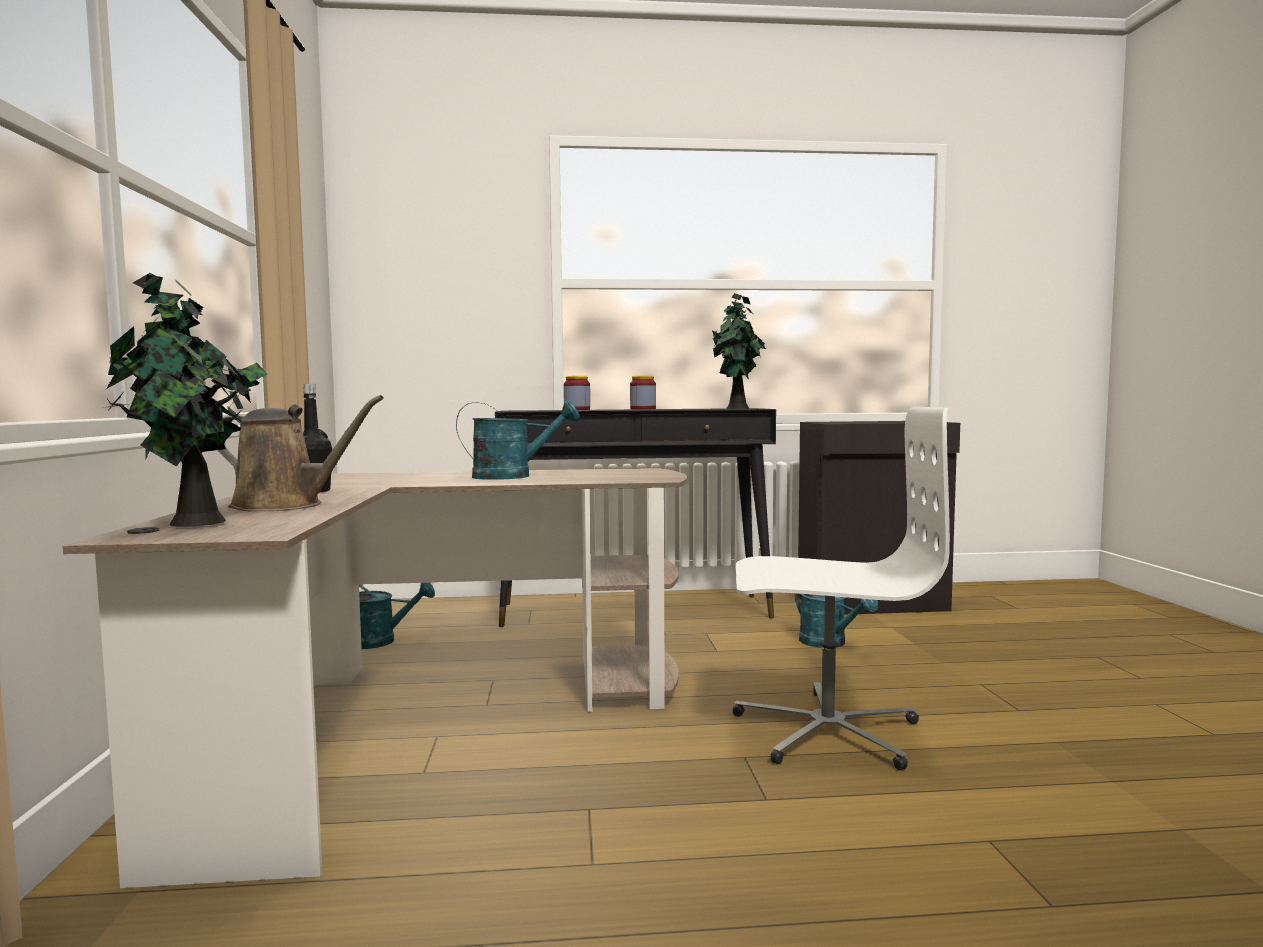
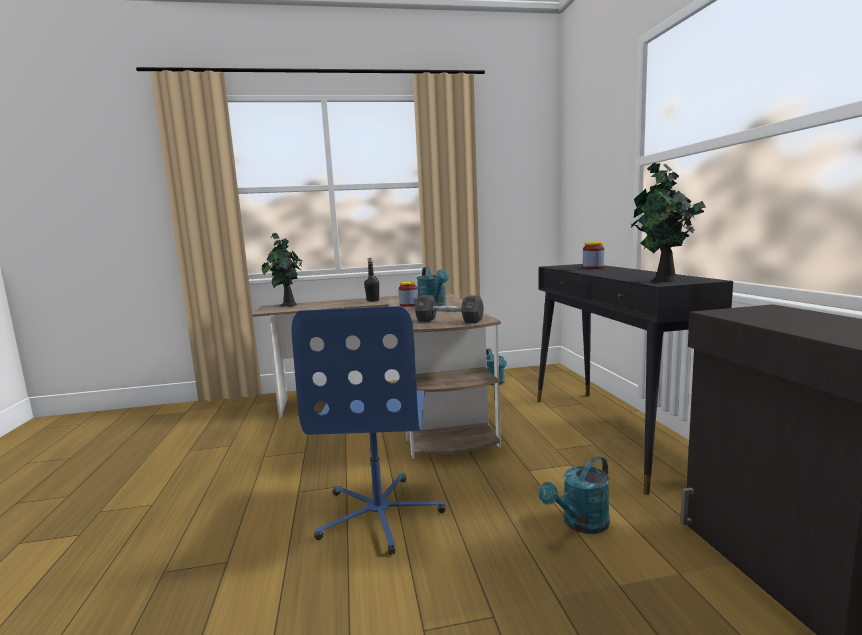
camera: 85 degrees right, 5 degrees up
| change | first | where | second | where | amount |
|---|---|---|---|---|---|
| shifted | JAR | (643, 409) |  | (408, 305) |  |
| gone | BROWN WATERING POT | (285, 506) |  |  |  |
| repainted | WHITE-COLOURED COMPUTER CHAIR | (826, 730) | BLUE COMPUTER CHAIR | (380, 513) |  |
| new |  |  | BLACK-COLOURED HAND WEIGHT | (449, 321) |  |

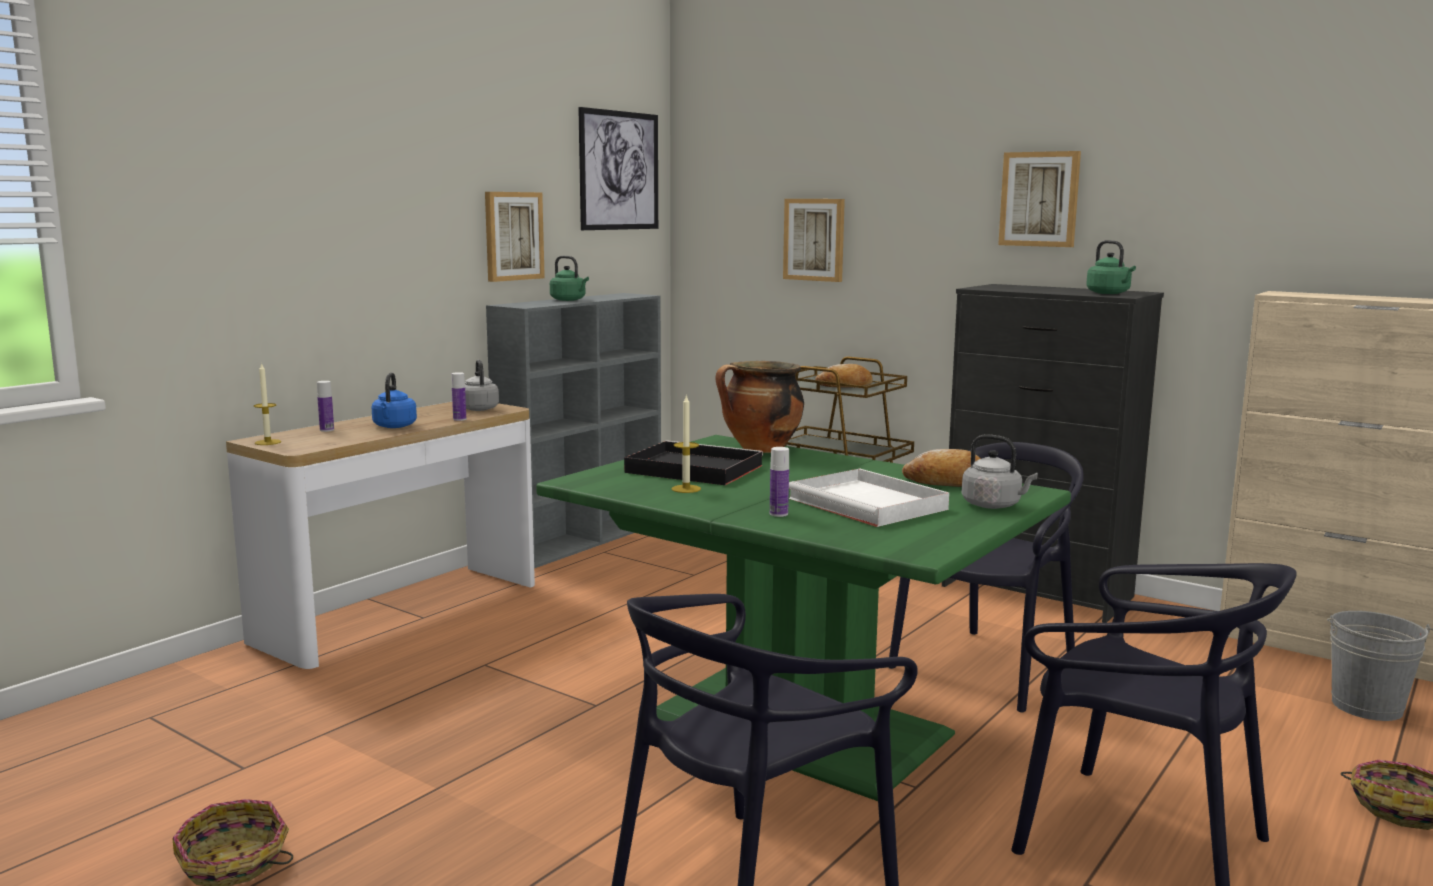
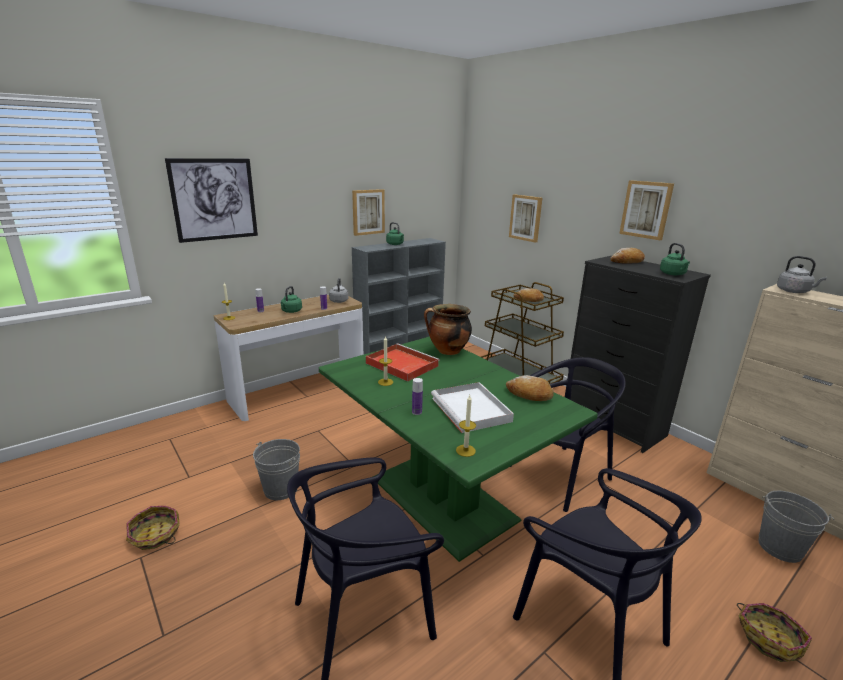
camera: 15 degrees right, 10 degrees up
| change | first | where | second | where | amount |
|---|---|---|---|---|---|
| shifted | PICTURE | (619, 170) |  | (214, 199) |  |
| repainted | BLUE TEA KETTLE | (394, 426) | GREENISH TEA KETTLE | (291, 311) |  |
| shifted | GREYISH TEA KETTLE | (994, 505) |  | (794, 291) |  |
| repainted | BLACK-COLOURED CARRYING TRAY | (691, 469) | RED CARRYING TRAY | (400, 364) |  |
| new |  |  | BAKED BREAD | (627, 262) |  |
| new |  |  | WAX LIGHT | (465, 450) |  |
| new |  |  | GREYISH PAIL | (280, 489) |  |

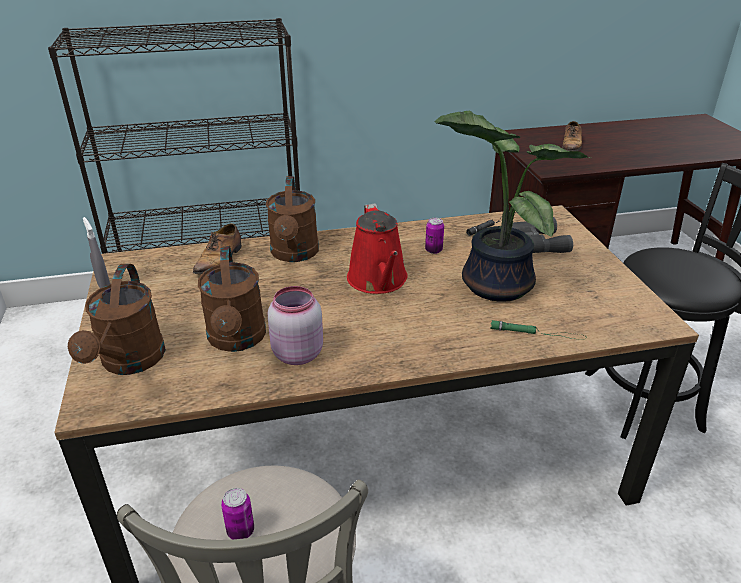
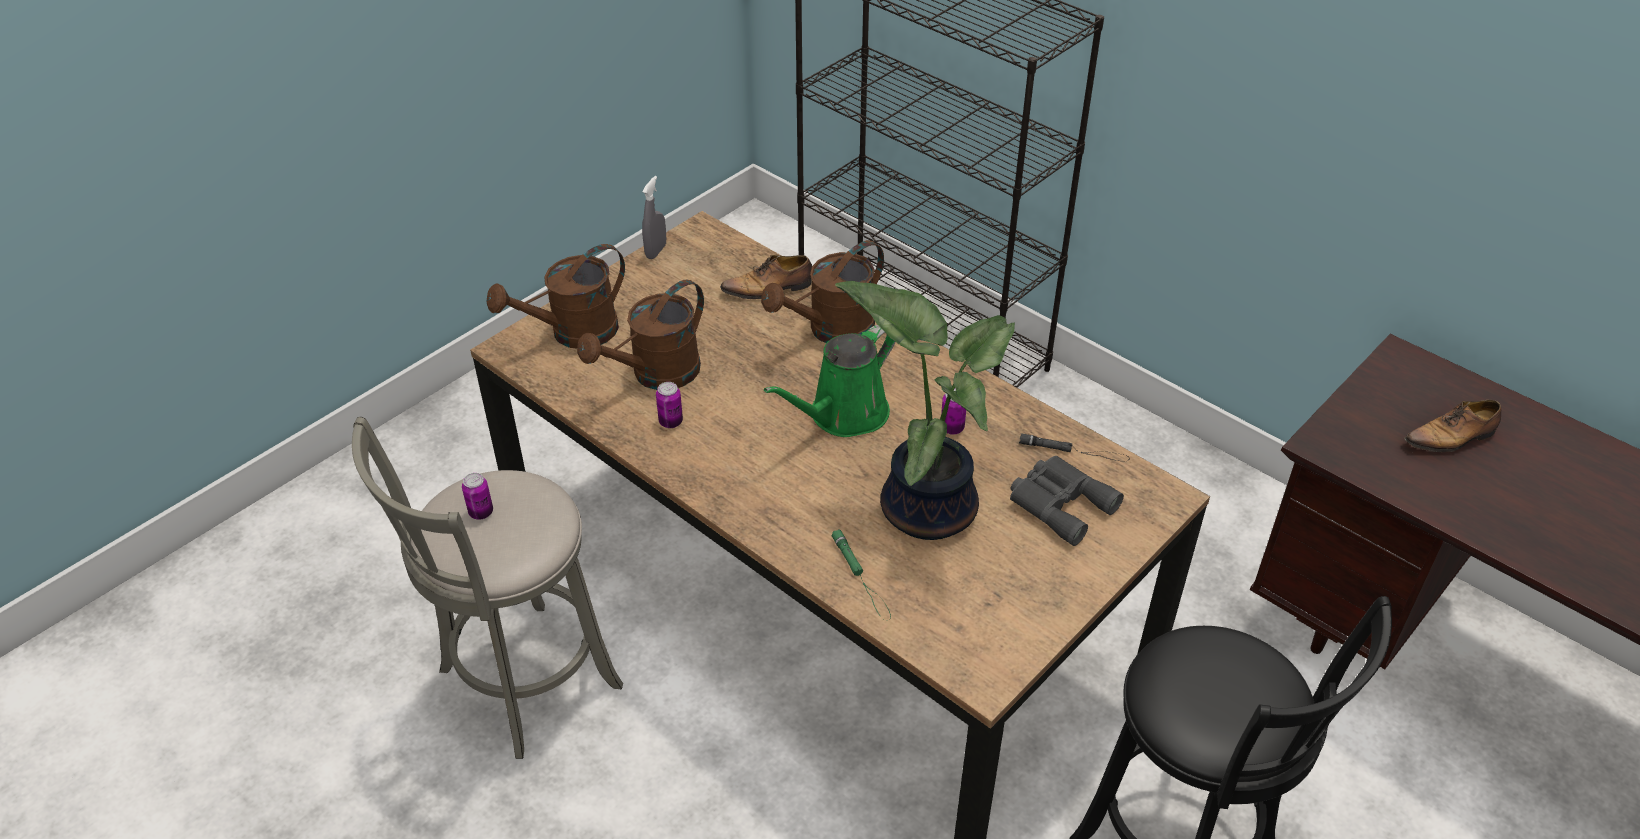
camera: 55 degrees right, 10 degrees up
| change | first | where | second | where | amount |
|---|---|---|---|---|---|
| repainted | RED WATERING POT | (378, 281) | GREENISH WATERING POT | (843, 415) |  |
| swapped | PINK JAR | (296, 353) | CAN | (671, 422) |  |

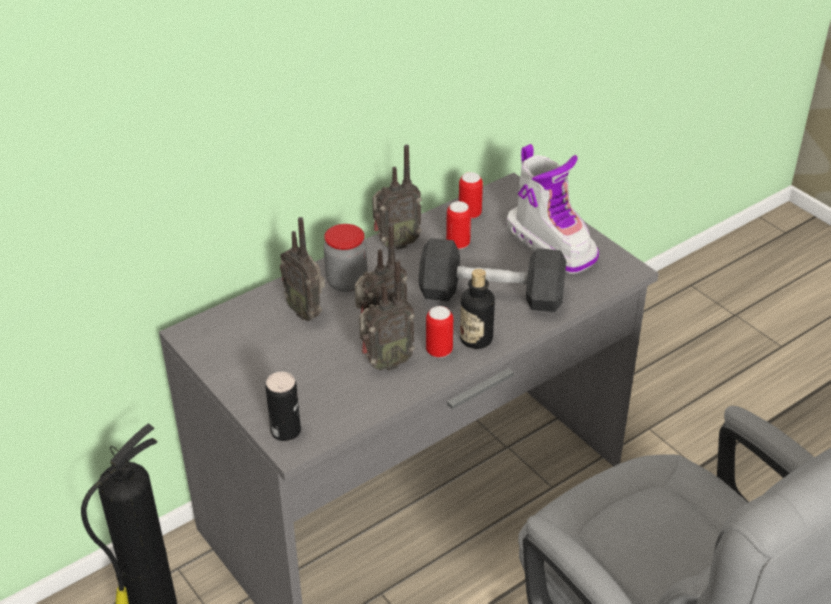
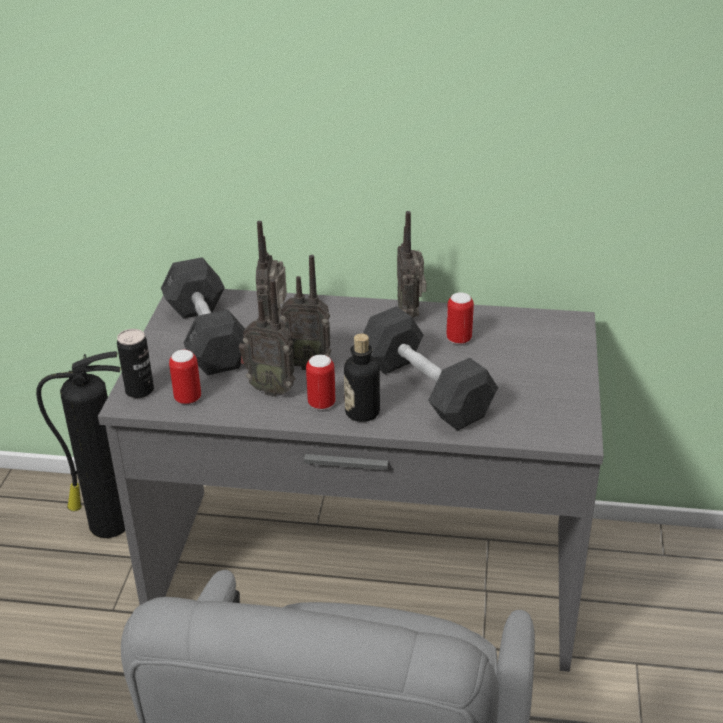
camera: 45 degrees right, 5 degrees down
| change | first | where | second | where | amount |
|---|---|---|---|---|---|
| gone | TALL BOOT | (551, 243) |  |  |  |
| rotated | RADIO RECEIVER | (395, 243) |  | (410, 314) | 60 degrees clockwise |
| shifted | CAN | (470, 214) |  | (188, 398) |  |
| gone | JAR | (346, 282) |  |  |  |
| new |  |  | GREYISH HAND WEIGHT | (207, 336) |  |

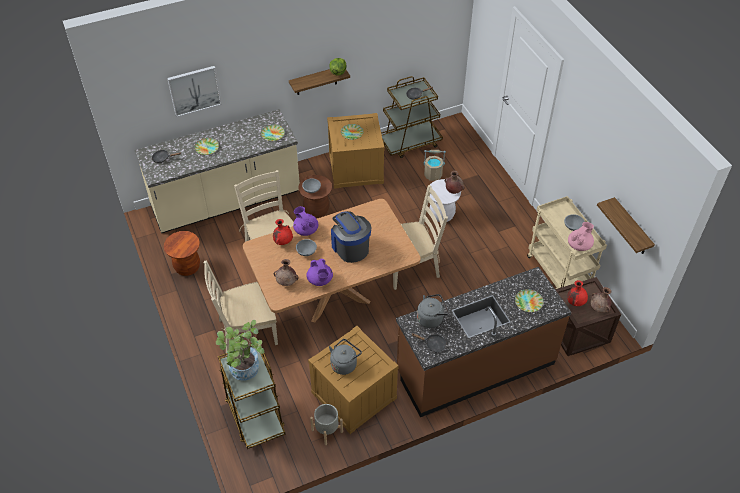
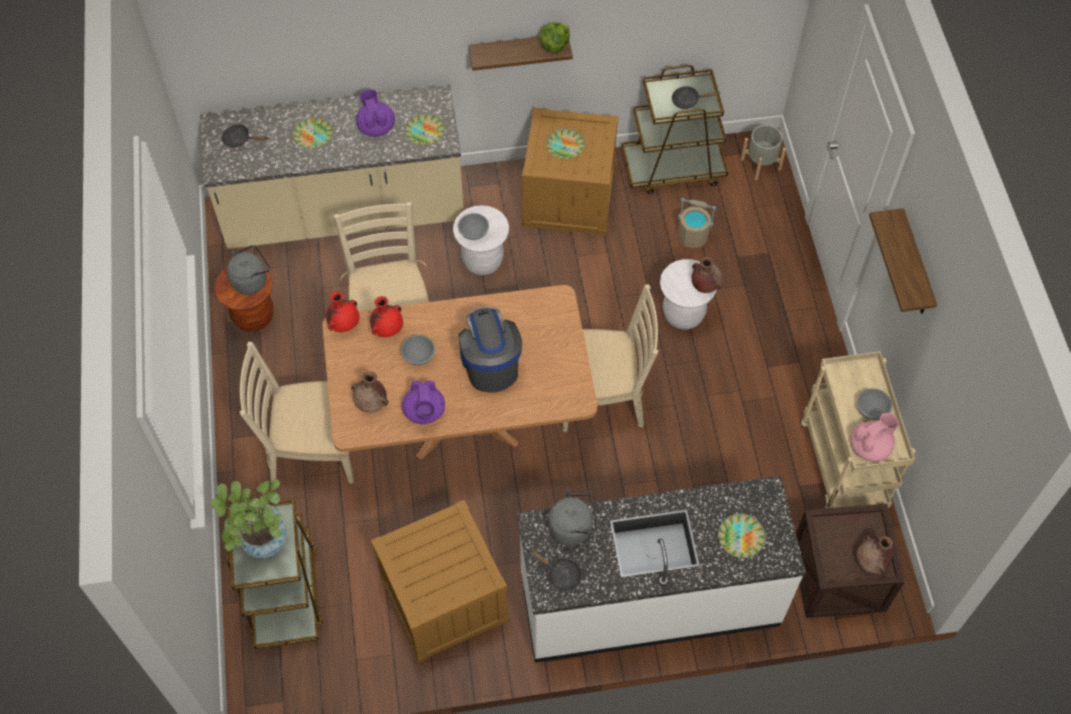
camera: 15 degrees right, 10 degrees up
| change | first | where | second | where | amount |
|---|---|---|---|---|---|
| gone | PICTURE | (194, 90) |  |  |  |
| repainted | BROWN SITTING STOOL | (316, 210) | WHITE-COLOURED SITTING STOOL | (482, 260) |  |
| shifted | WALL SHELF | (631, 228) |  | (915, 267) |  |
| shifted | PURPLE-COLOURED TEAPOT | (306, 230) |  | (376, 127) |  |
| repainted | BROWN COUNTER | (475, 367) | WHITE-COLOURED COUNTER | (648, 599) |  |
| shifted | RED FLOWER VASE | (575, 302) |  | (344, 324) |  |
| shifted | GREYISH TEA KETTLE | (344, 364) |  | (251, 280) |  |
| shifted | GREYISH PLANTER | (327, 430) |  | (760, 164) |  |

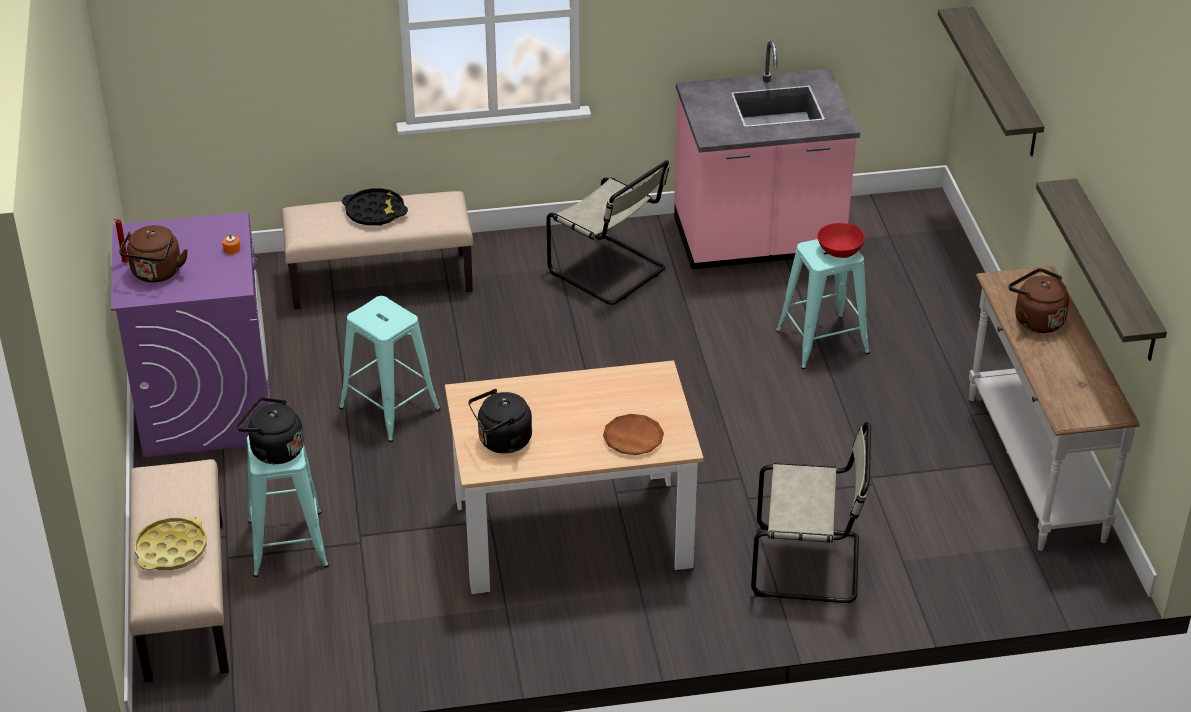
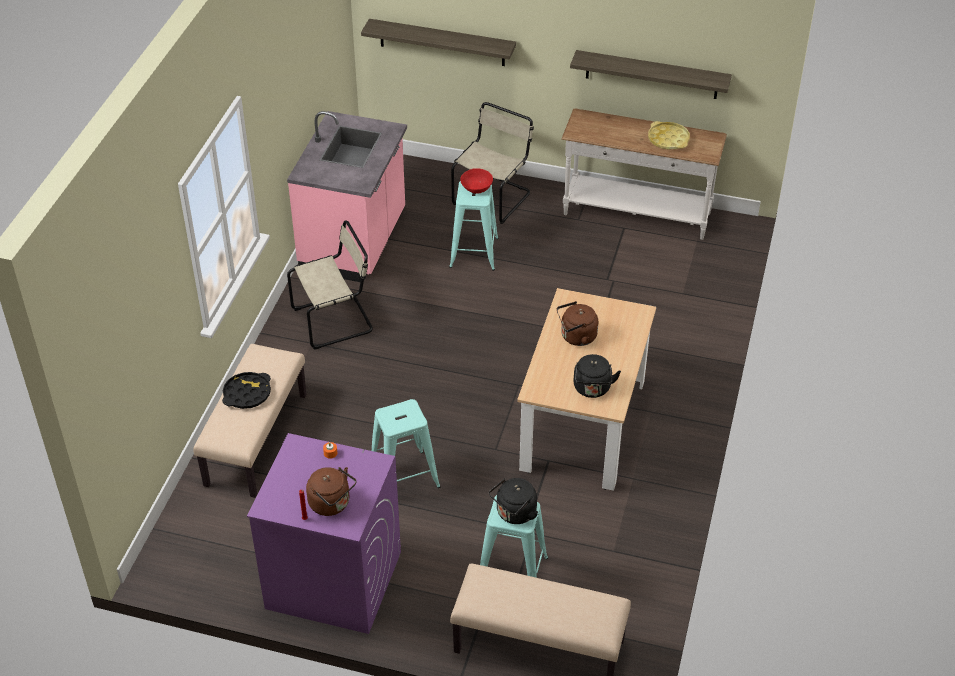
camera: 65 degrees left, 5 degrees up
| change | first | where | second | where | amount |
|---|---|---|---|---|---|
| shifted | BROWN TEA KETTLE | (1035, 320) |  | (576, 337) |  |
| gone | BROWN DINNER PLATE | (633, 438) |  |  |  |
| shifted | SAND-COLOURED PLAIN CHAIR | (810, 565) |  | (493, 197) |  |
| shifted | YELLOW CARRYING TRAY | (171, 549) |  | (668, 139) |  |

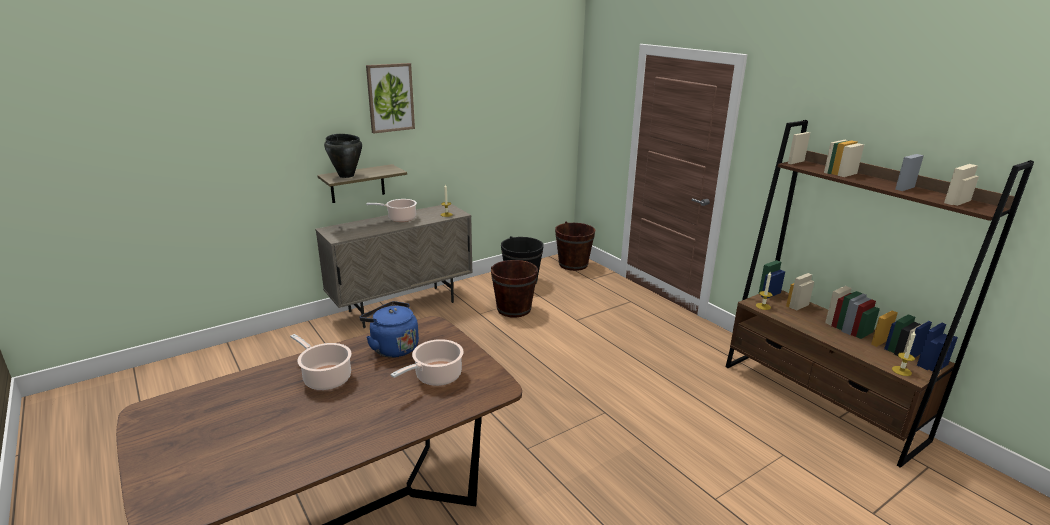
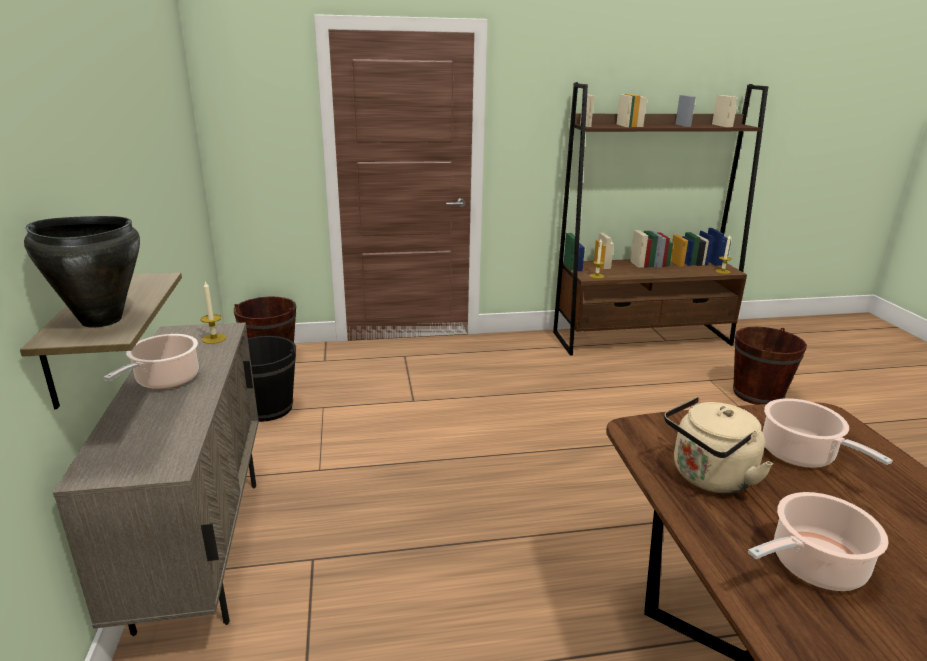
camera: 65 degrees left, 0 degrees up
| change | first | where | second | where | amount |
|---|---|---|---|---|---|
| gone | PICTURE | (390, 97) |  |  |  |
| shifted | BROWN PAIL | (514, 309) |  | (757, 394) |  |
| repainted | BLUE TEA KETTLE | (392, 348) | SAND-COLOURED TEA KETTLE | (708, 478) |  |

